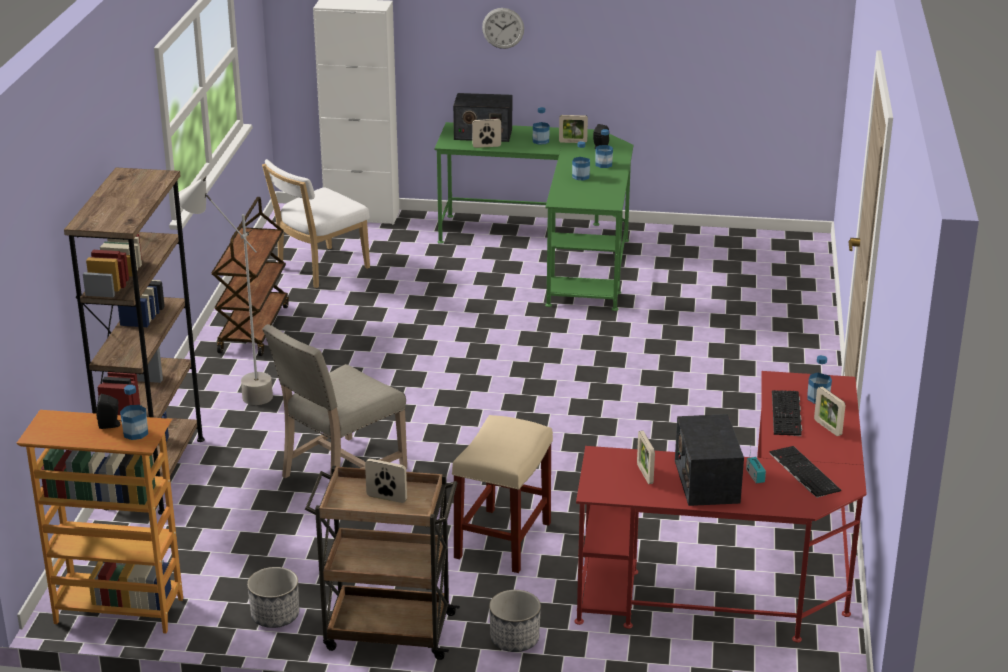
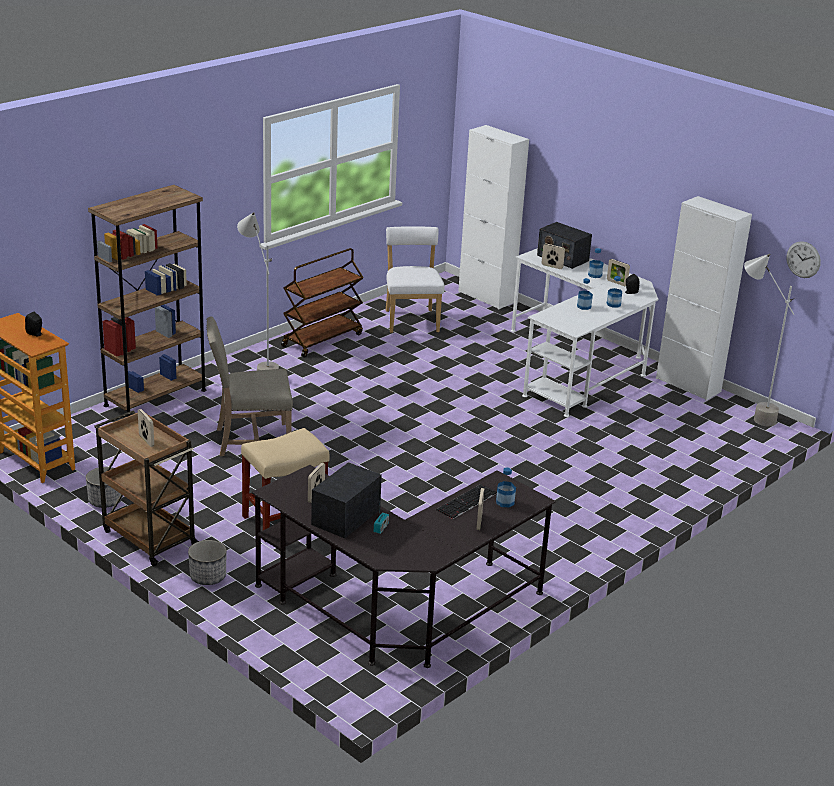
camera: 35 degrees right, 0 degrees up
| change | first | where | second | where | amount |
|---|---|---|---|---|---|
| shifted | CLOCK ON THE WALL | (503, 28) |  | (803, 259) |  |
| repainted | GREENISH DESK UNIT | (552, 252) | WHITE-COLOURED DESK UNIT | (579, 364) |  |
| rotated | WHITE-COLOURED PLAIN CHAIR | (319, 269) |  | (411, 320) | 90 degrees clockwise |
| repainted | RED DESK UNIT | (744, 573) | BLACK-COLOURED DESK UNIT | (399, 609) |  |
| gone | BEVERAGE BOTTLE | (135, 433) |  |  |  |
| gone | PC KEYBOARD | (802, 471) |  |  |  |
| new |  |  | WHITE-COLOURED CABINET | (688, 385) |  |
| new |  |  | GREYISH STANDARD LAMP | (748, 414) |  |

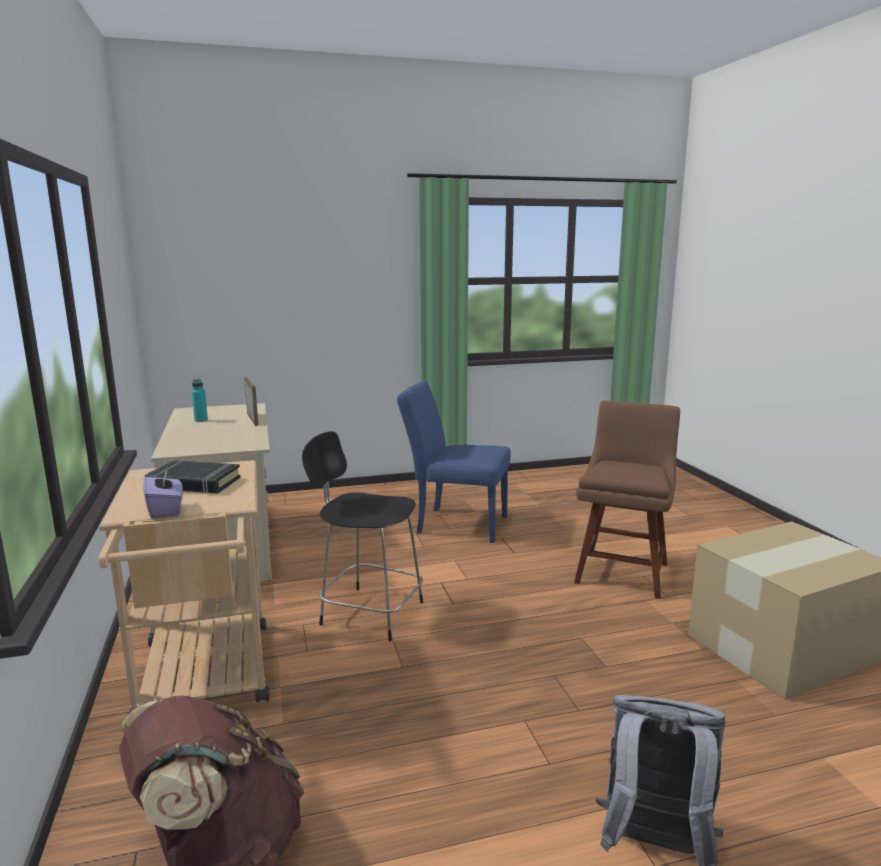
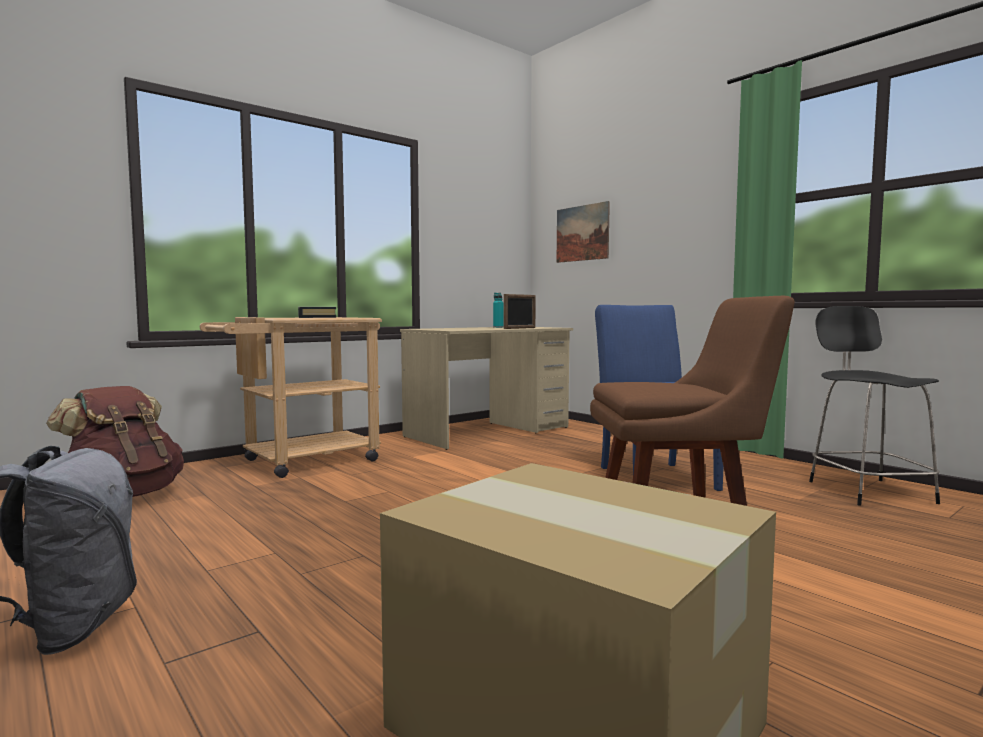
camera: 65 degrees right, 10 degrees down
| change | first | where | second | where | amount |
|---|---|---|---|---|---|
| shifted | BLACK-COLOURED PLAIN CHAIR | (369, 612) |  | (867, 490) |  |
| gone | PURPLE-COLOURED BOX OF TISSUES | (165, 510) |  |  |  |
| new |  |  | PICTURE | (582, 233) |  |

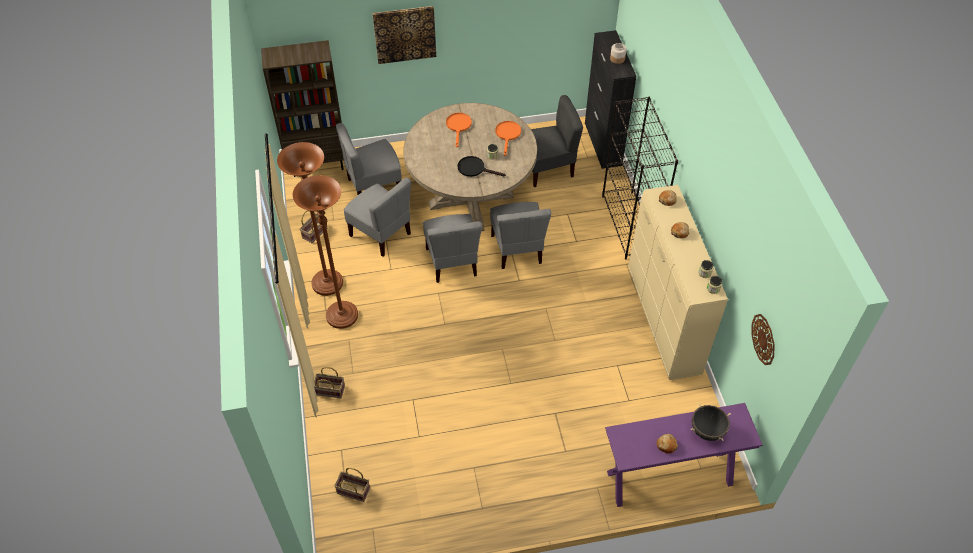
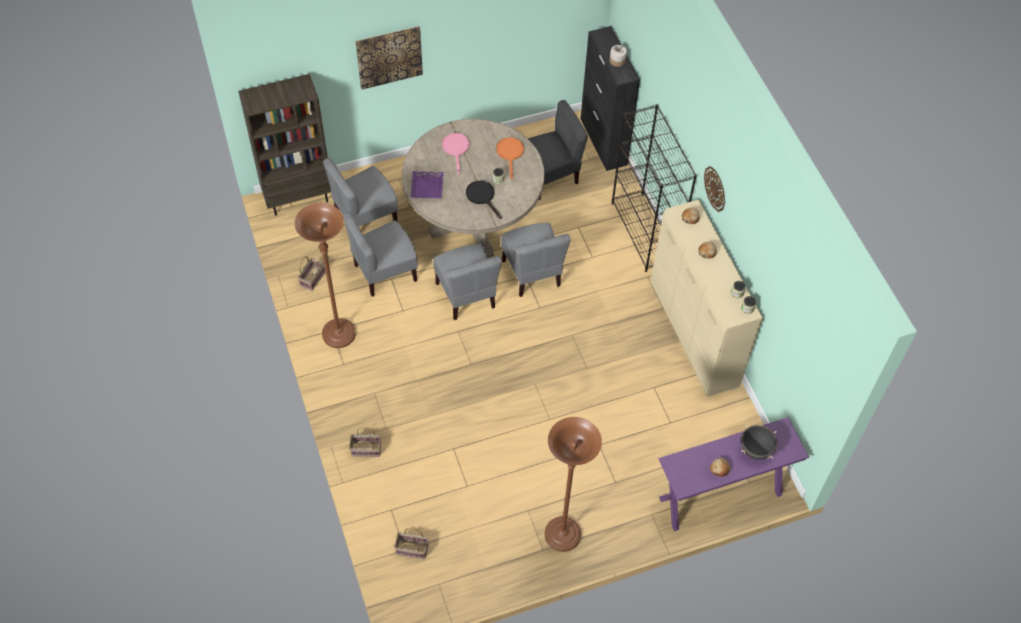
camera: 10 degrees left, 5 degrees up
| change | first | where | second | where | amount |
|---|---|---|---|---|---|
| repainted | ORANGEY FRYING PAN | (458, 126) | PINK FRYING PAN | (456, 149) |  |
| rotated | BLACK-COLOURED FRYING PAN | (475, 169) |  | (482, 197) | 45 degrees clockwise |
| shifted | BROWN STANDARD LAMP | (342, 316) |  | (562, 535) |  |
| rotated | GREYISH PLAIN CHAIR | (381, 234) |  | (384, 272) | 120 degrees clockwise |
| shifted | CLOCK ON THE WALL | (763, 339) |  | (715, 188) |  |
| new |  |  | PURPLE-COLOURED CARRYING TRAY | (427, 187) |  |

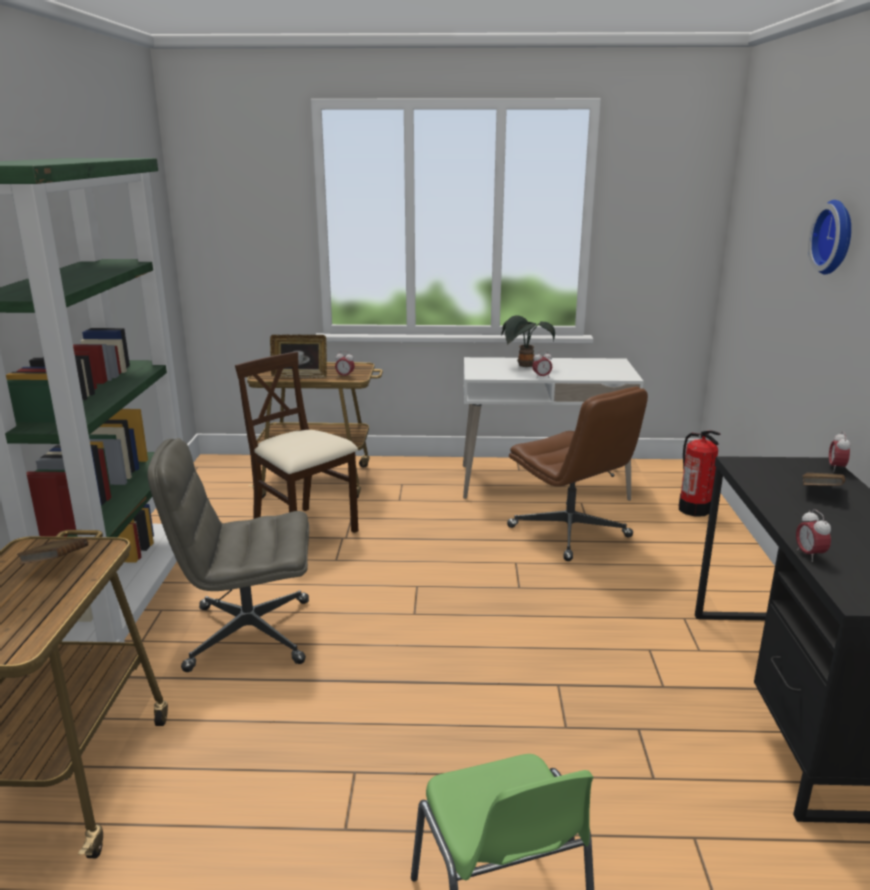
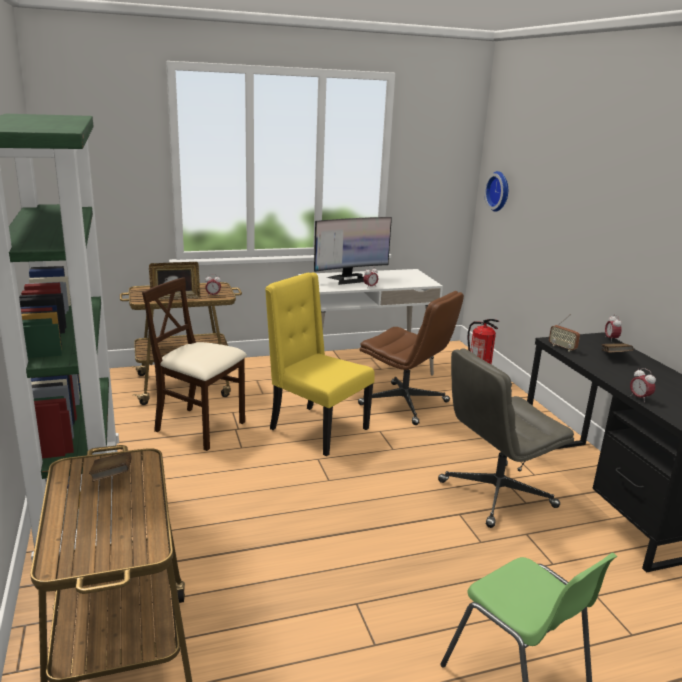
camera: 20 degrees left, 0 degrees up
| change | first | where | second | where | amount |
|---|---|---|---|---|---|
| shifted | CLOCK ON THE WALL | (836, 237) |  | (499, 191) |  |
| swapped | PLANT IN A POT | (524, 366) | MONITOR | (350, 279) |  |
| shifted | GREYISH COMPUTER CHAIR | (247, 635) |  | (495, 495) |  |
| new |  |  | YELLOW PLAIN CHAIR | (316, 429) |  |
| new |  |  | RADIO RECEIVER | (562, 348) |  |

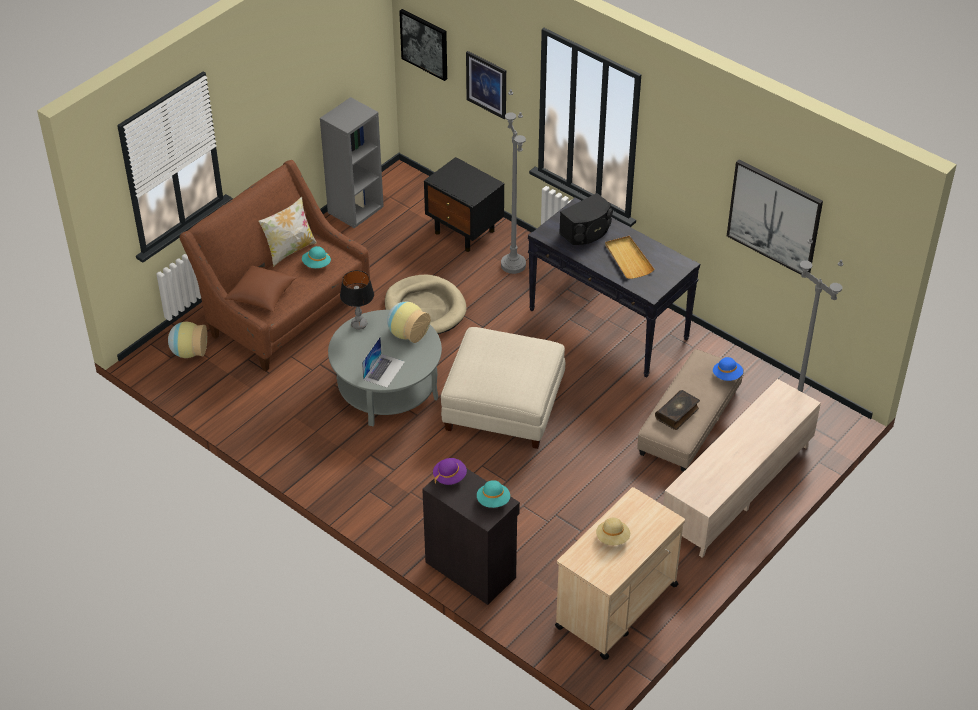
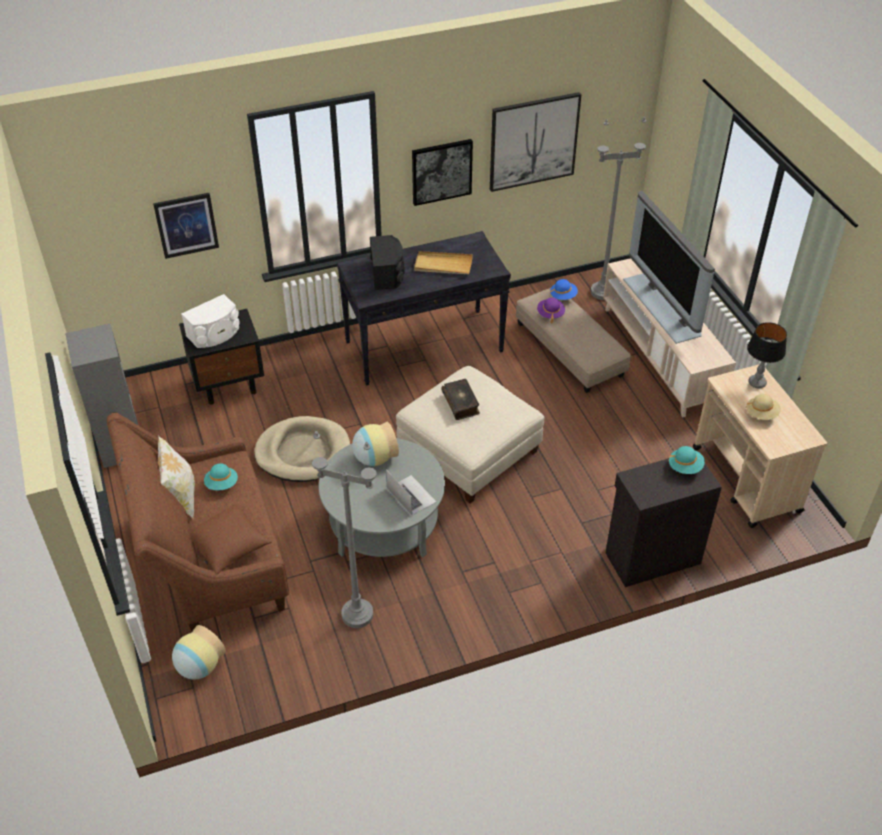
camera: 60 degrees left, 0 degrees up
| change | first | where | second | where | amount |
|---|---|---|---|---|---|
| shifted | PICTURE | (424, 44) |  | (441, 171) |  |
| shifted | GREYISH STANDARD LAMP | (513, 265) |  | (357, 615) |  |
| shifted | TABLE LAMP | (359, 324) |  | (757, 383) |  |
| shifted | BOOK | (677, 413) |  | (461, 403) |  |
| shifted | PURPLE-COLOURED WEARABLE HAT | (449, 476) |  | (550, 314) |  |
| new |  |  | TV SET | (664, 306) |  |
| new |  |  | WHITE-COLOURED AUDIO SPEAKER | (215, 334) |  |

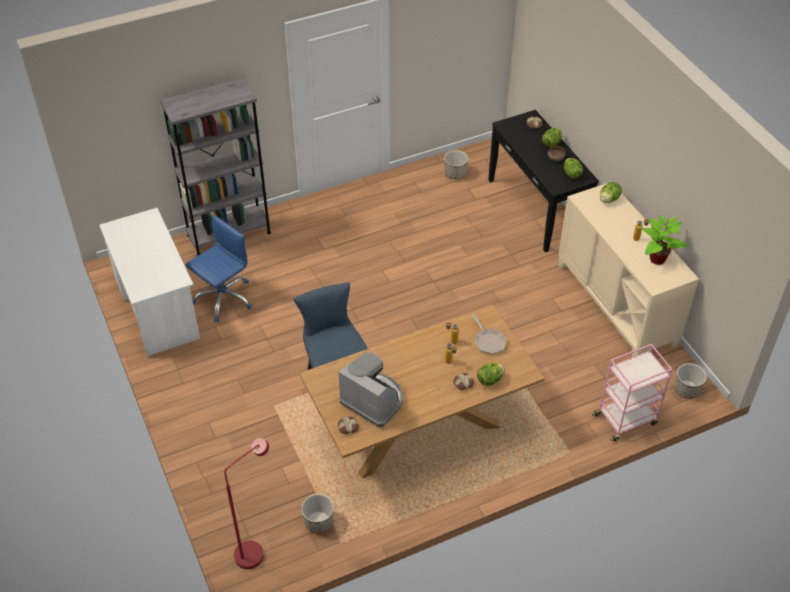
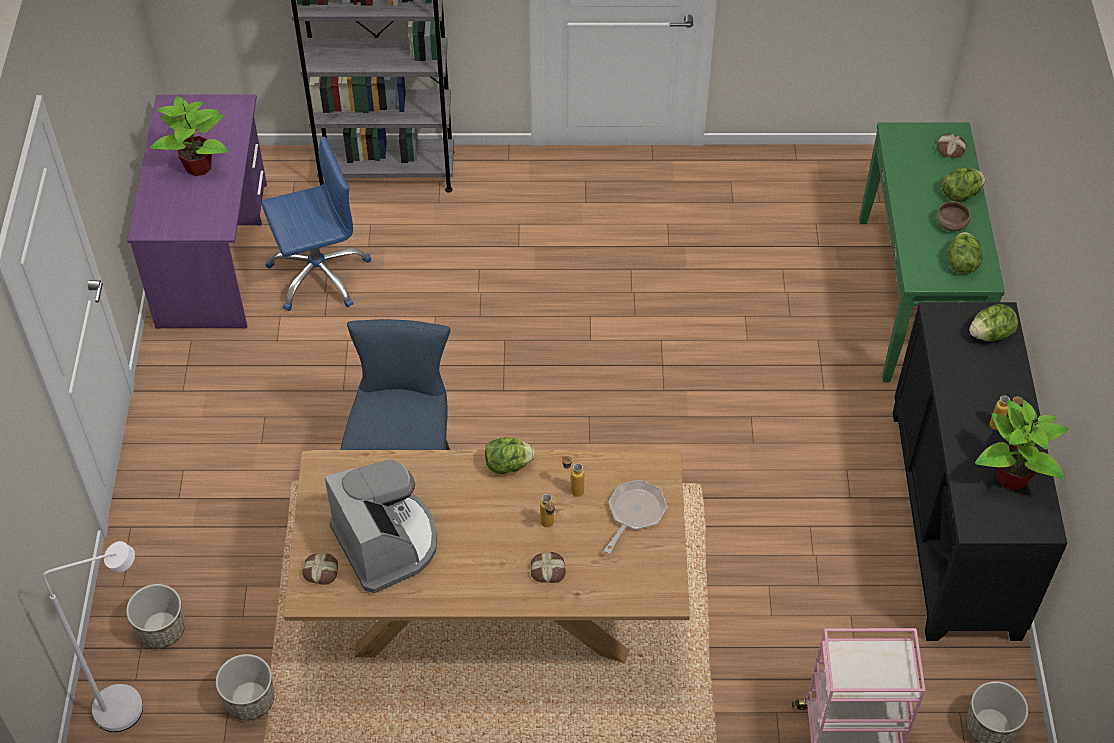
camera: 25 degrees right, 5 degrees up
| change | first | where | second | where | amount |
|---|---|---|---|---|---|
| repainted | BLACK-COLOURED CONSOLE TABLE | (537, 208) | GREENISH CONSOLE TABLE | (915, 297) |  |
| shifted | PLANTER | (455, 173) |  | (162, 629) |  |
| repainted | SAND-COLOURED CABINET | (616, 304) | BLACK-COLOURED CABINET | (955, 521) |  |
| repainted | WHITE-COLOURED DESK UNIT | (156, 307) | PURPLE-COLOURED DESK UNIT | (213, 254) |  |
| rotated | FRYING PAN | (488, 341) |  | (634, 513) | 150 degrees counterclockwise |
| shifted | LETTUCE | (490, 380) |  | (508, 465) |  |
| repainted | RED STANDARD LAMP | (255, 550) | WHITE-COLOURED STANDARD LAMP | (132, 705) |  |
| new |  |  | PLANT IN A POT | (199, 166) |  |

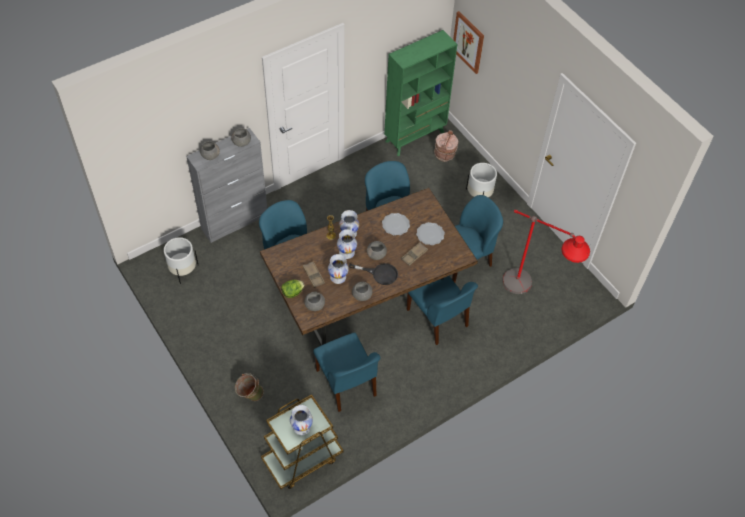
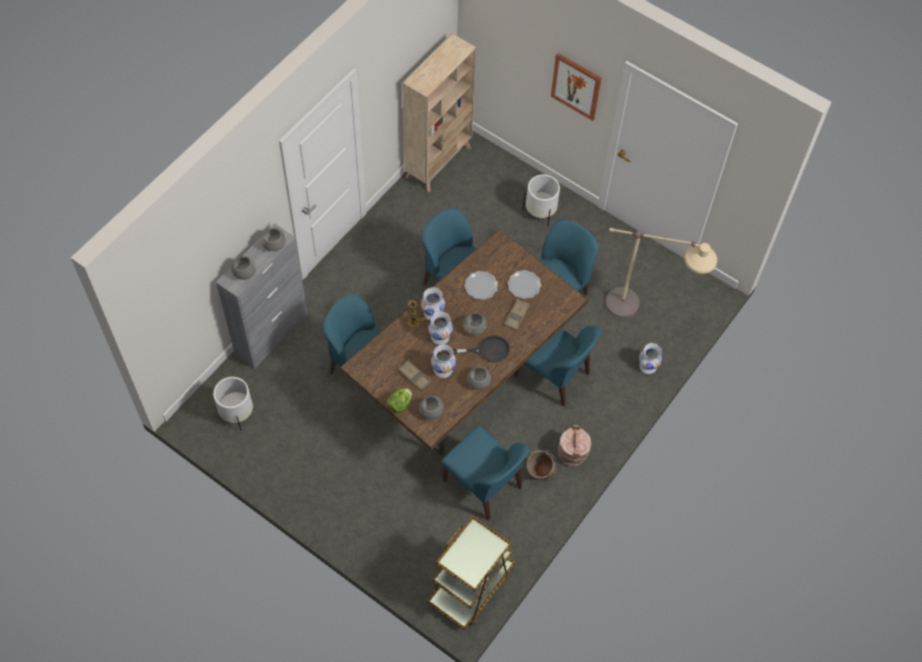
camera: 20 degrees left, 5 degrees up
| change | first | where | second | where | amount |
|---|---|---|---|---|---|
| shifted | PICTURE | (468, 42) |  | (576, 86) |  |
| repainted | GREENISH BOOKSHELF | (415, 137) | SAND-COLOURED BOOKSHELF | (439, 162) |  |
| shifted | BROWN PAIL | (445, 154) |  | (572, 453) |  |
| repainted | RED STANDARD LAMP | (530, 296) | SAND-COLOURED STANDARD LAMP | (643, 315) |  |
| shifted | GREENISH PAIL | (249, 395) |  | (540, 474) |  |
| shifted | WHITE-COLOURED FLOWER VASE | (302, 427) |  | (647, 366) |  |

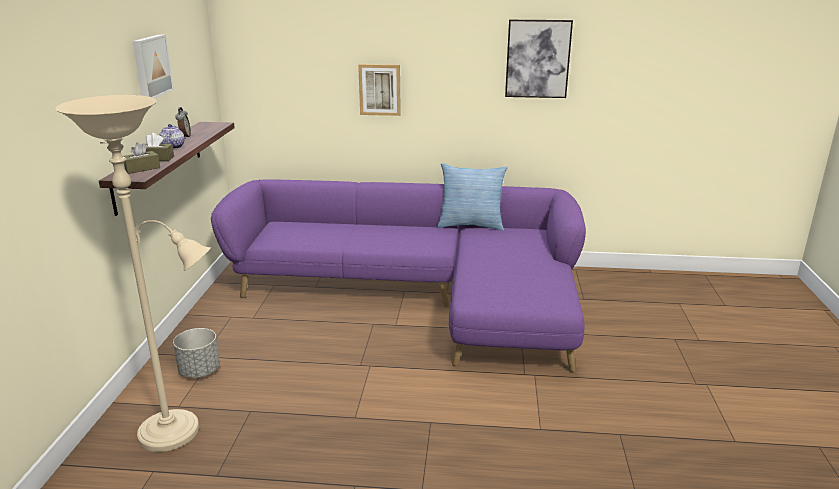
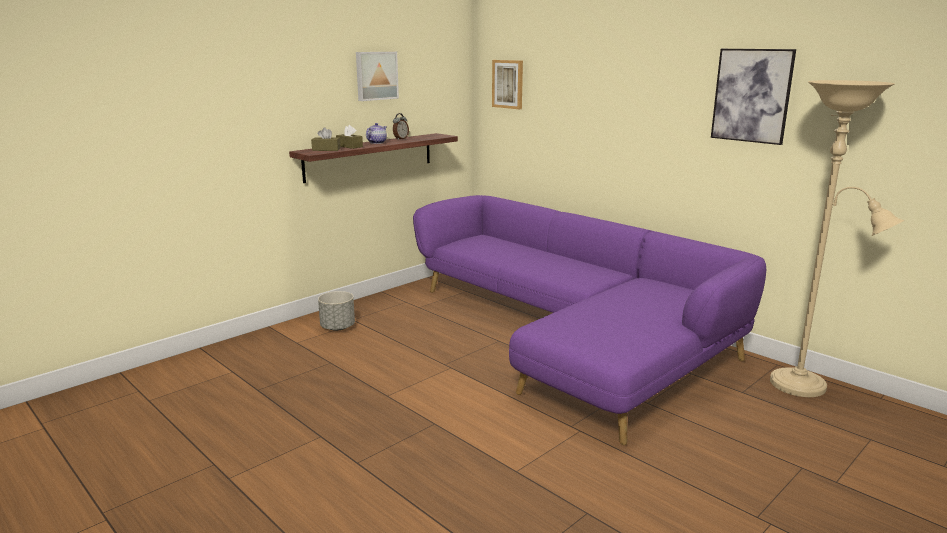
camera: 40 degrees right, 5 degrees down
| change | first | where | second | where | amount |
|---|---|---|---|---|---|
| shifted | PICTURE | (380, 89) |  | (508, 84) |  |
| shifted | SAND-COLOURED STANDARD LAMP | (177, 432) |  | (805, 387) |  |
| gone | PILLOW | (471, 225) |  |  |  |

